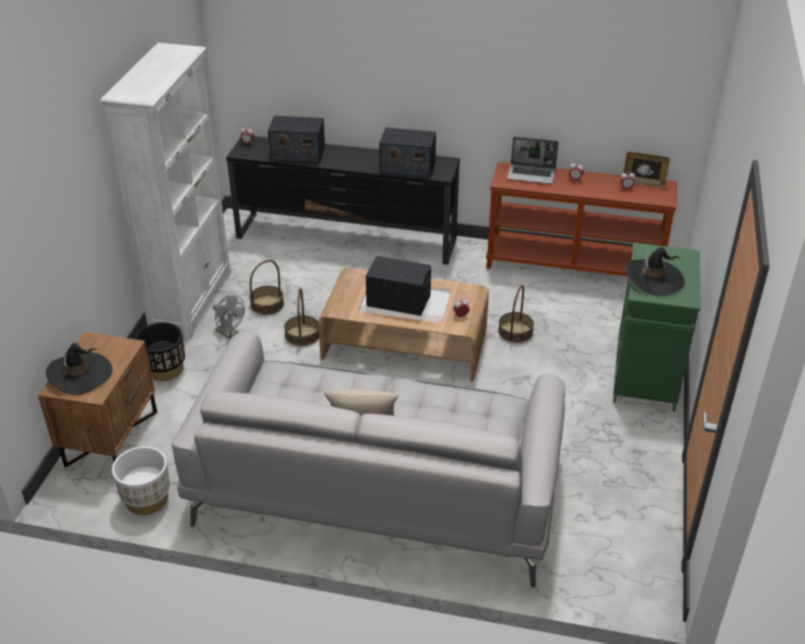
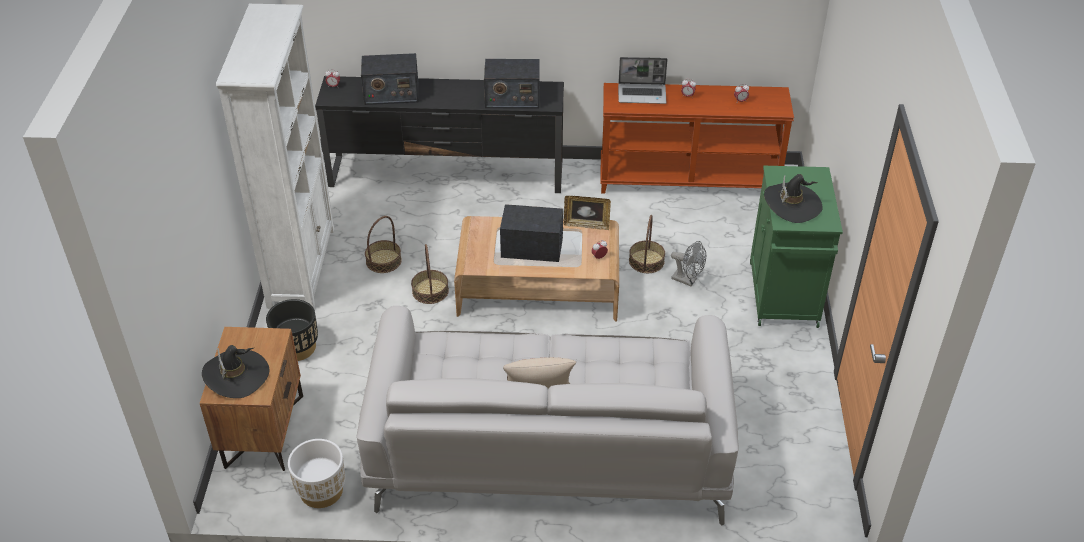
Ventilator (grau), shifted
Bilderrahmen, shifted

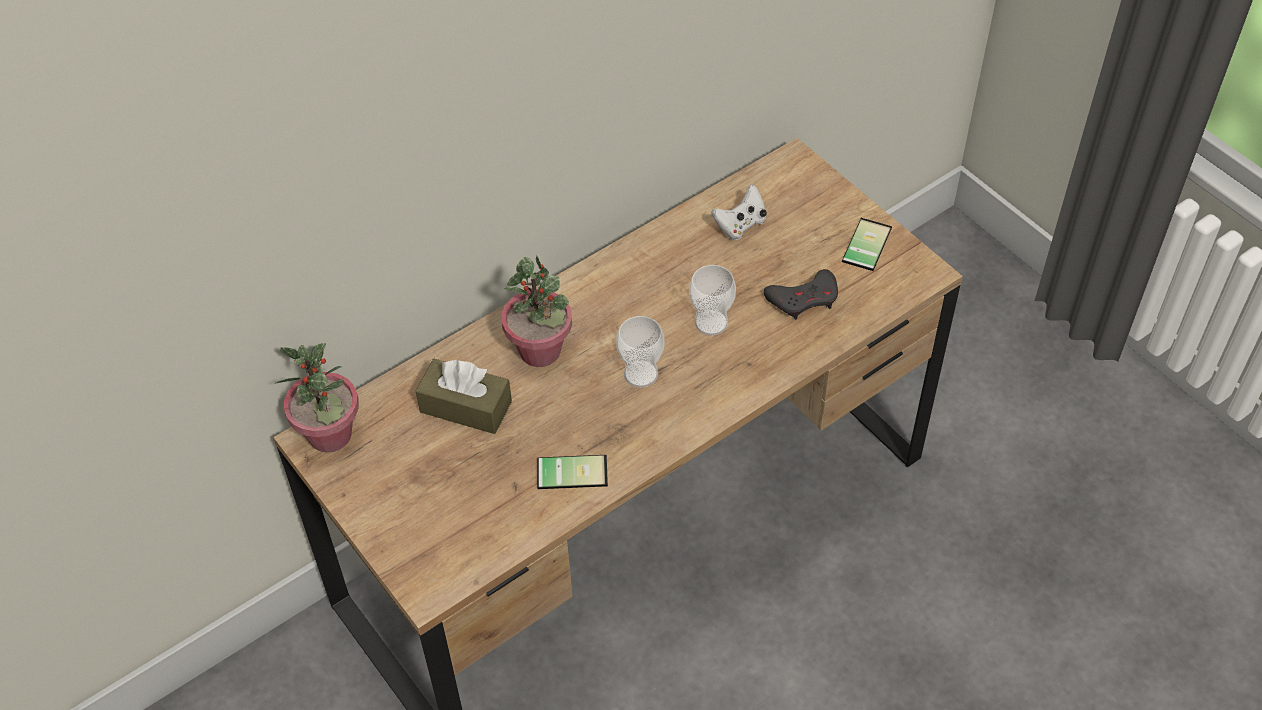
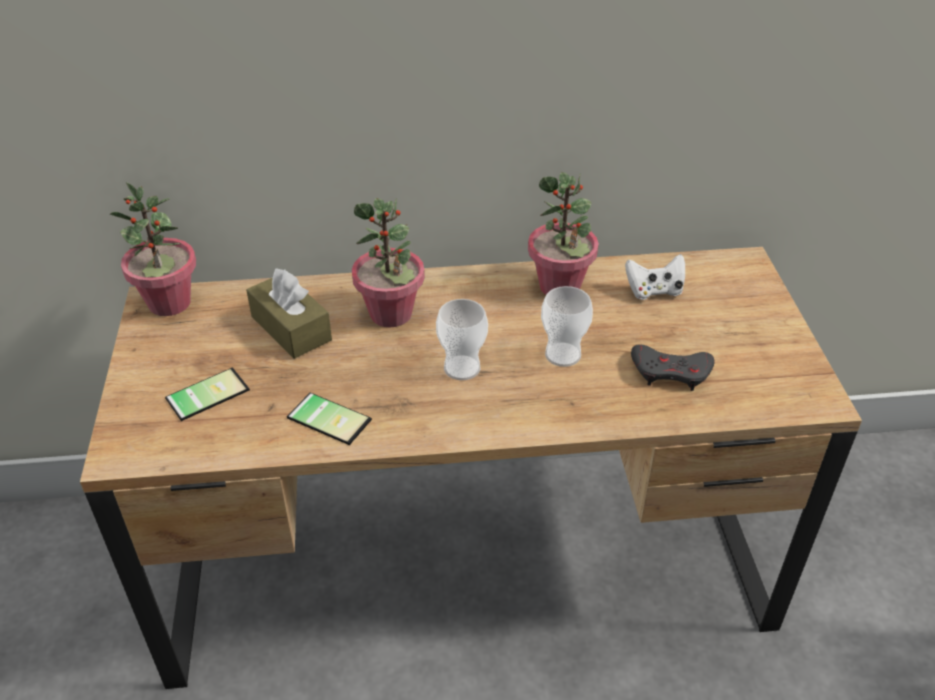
Handy (no. 2 from left in the first image) => Handy (no. 1 from left), shifted
nothing => Topfpflanze (no. 3 from left)

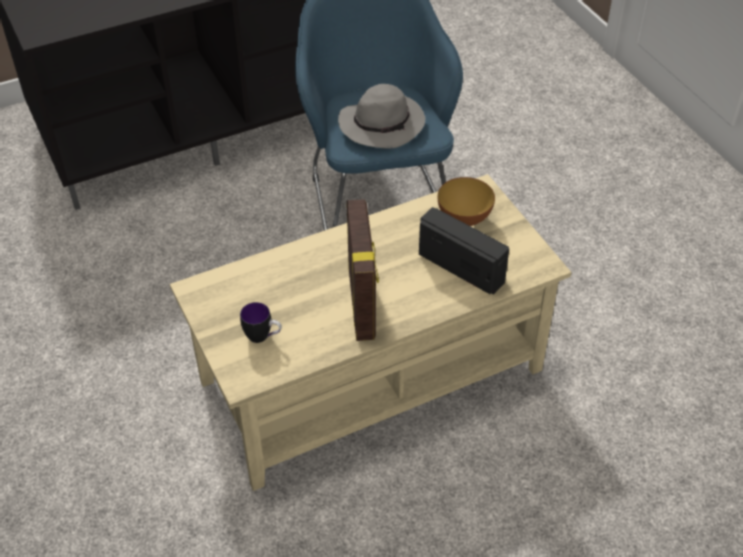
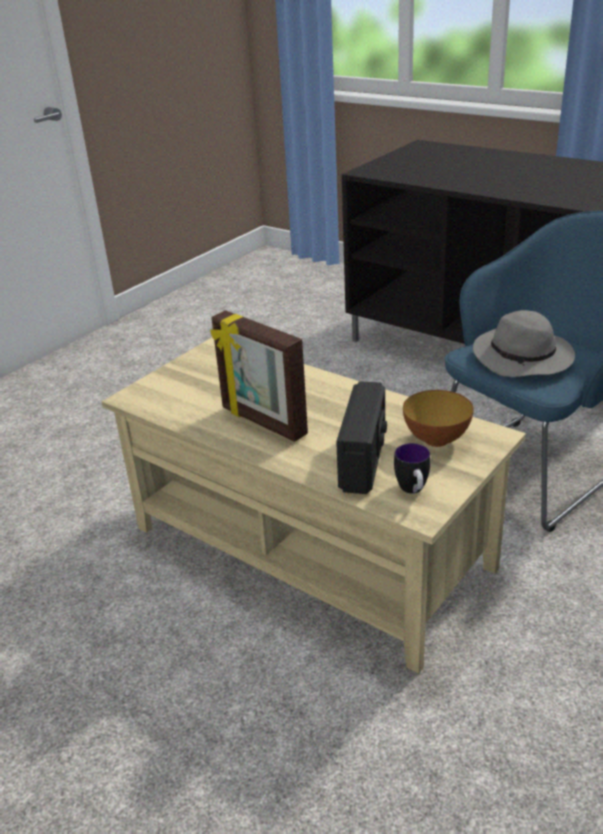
Henkelbecher, shifted
Bilderrahmen, 75 degrees clockwise

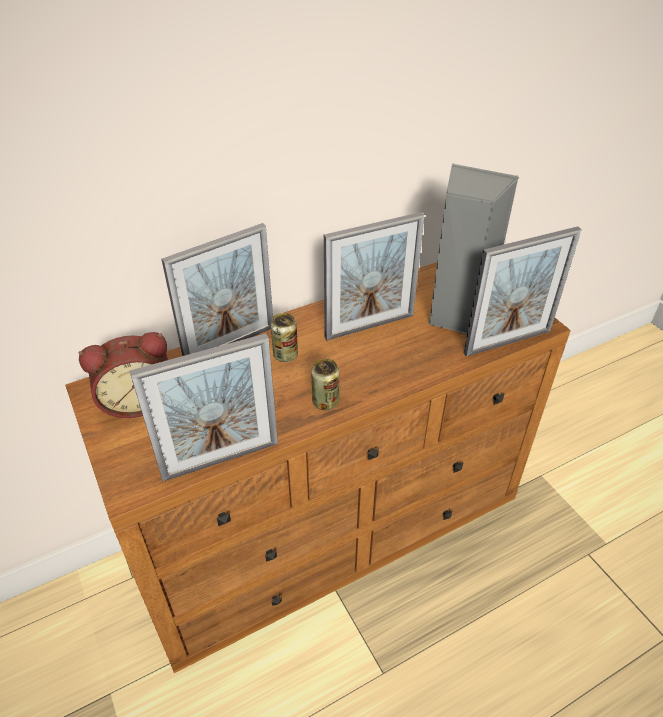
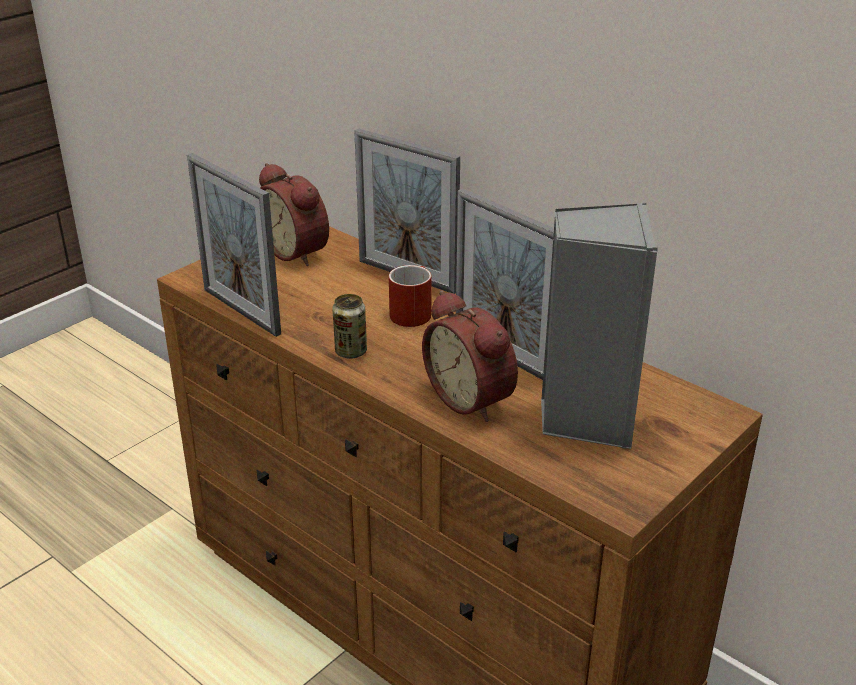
Dose (no. 1 from left) => Henkelbecher (rot)
Bilderrahmen (no. 4 from left) => nothing
nothing => Wecker (no. 2 from left)

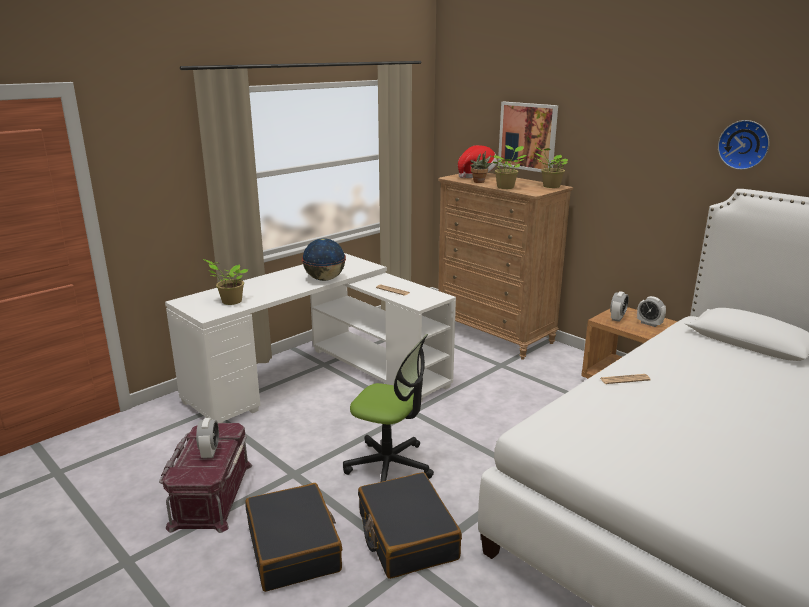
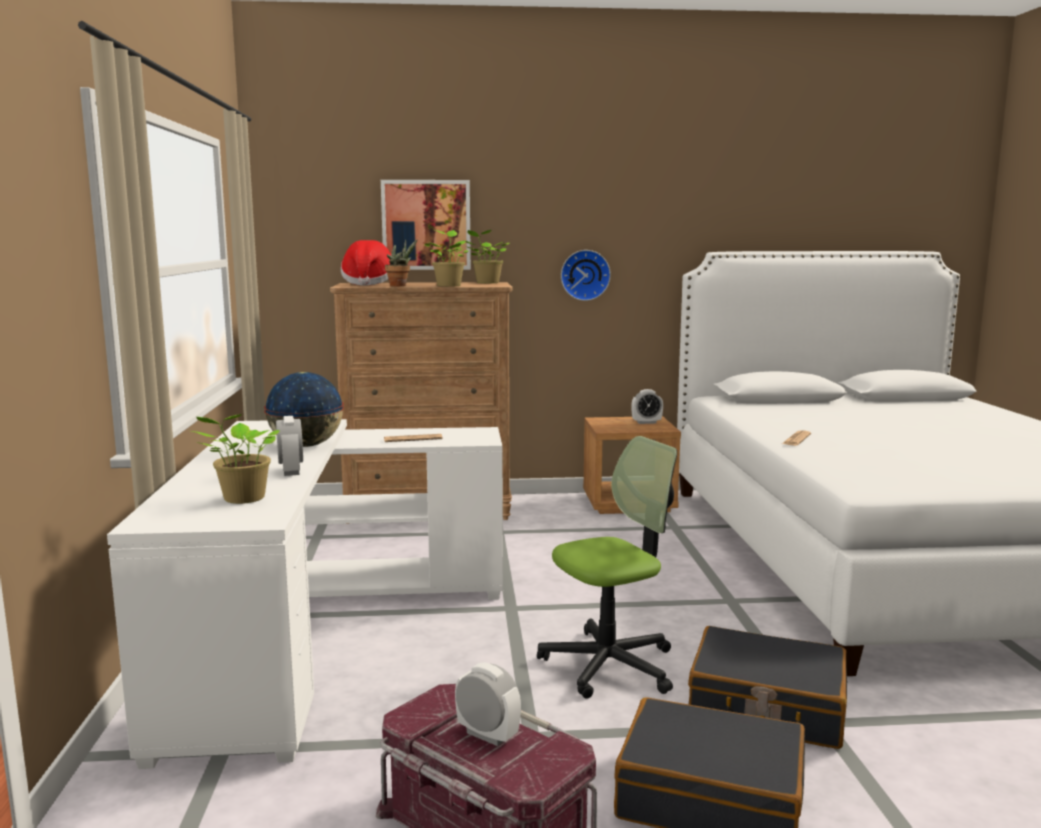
Wecker (no. 2 from left in the first image) => Wecker (no. 1 from left), shifted
Wanduhr, shifted

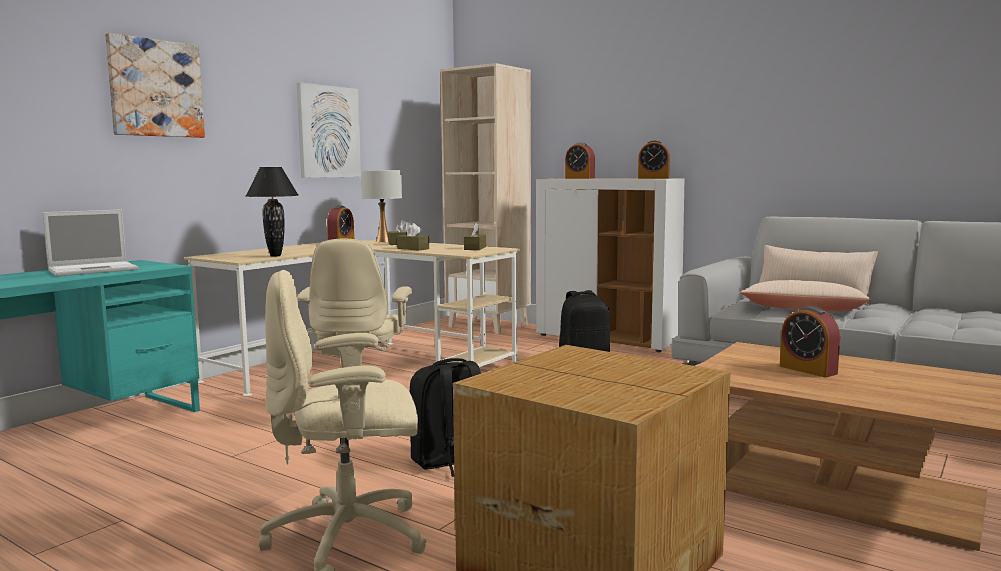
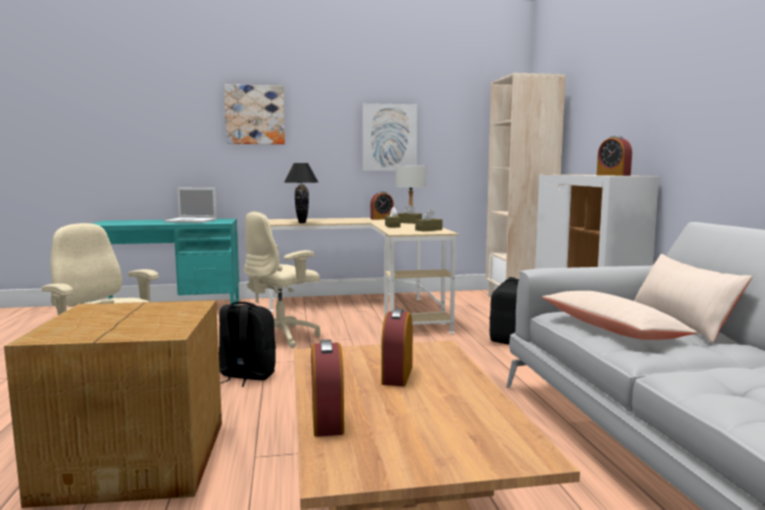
Wecker (no. 2 from left in the first image) => Wecker (no. 1 from left), shifted

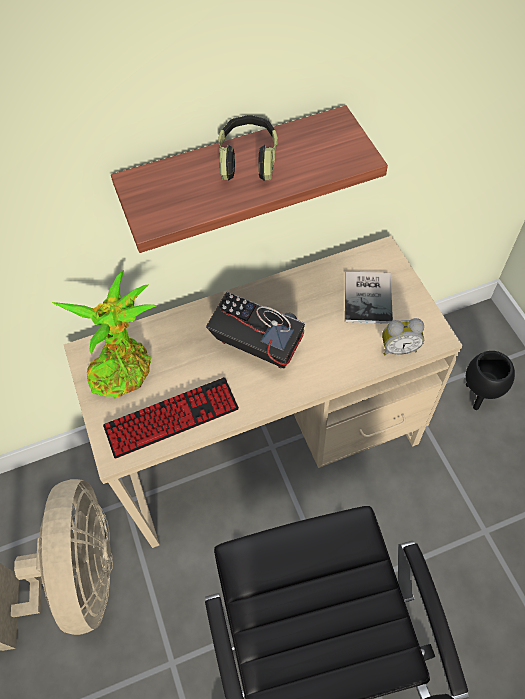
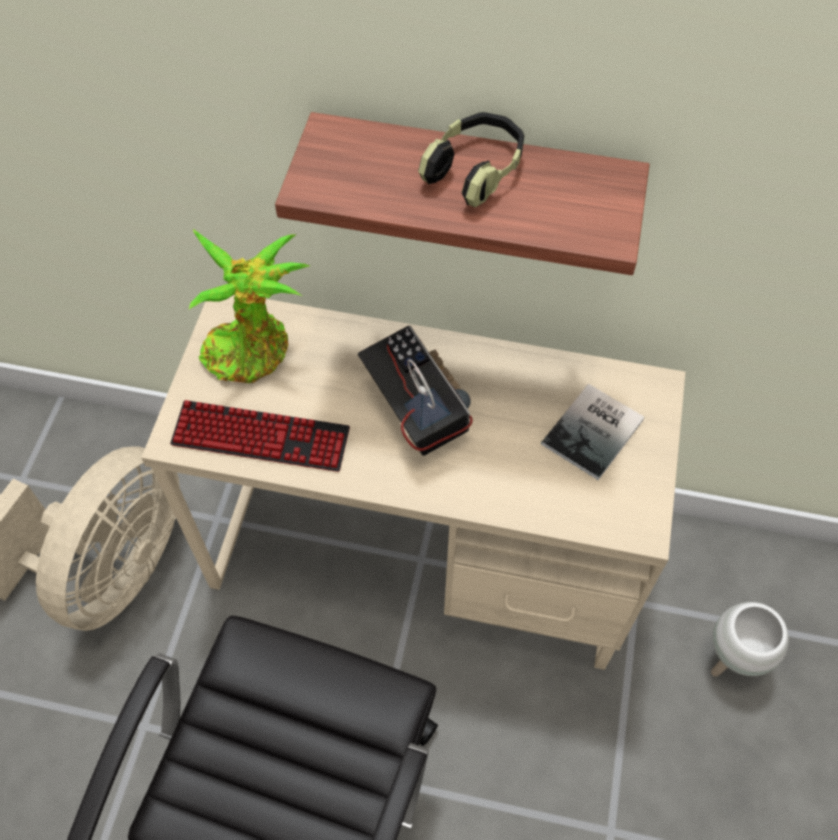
Wecker => nothing
Pflanzkübel (schwarz) => Pflanzkübel (weiß)

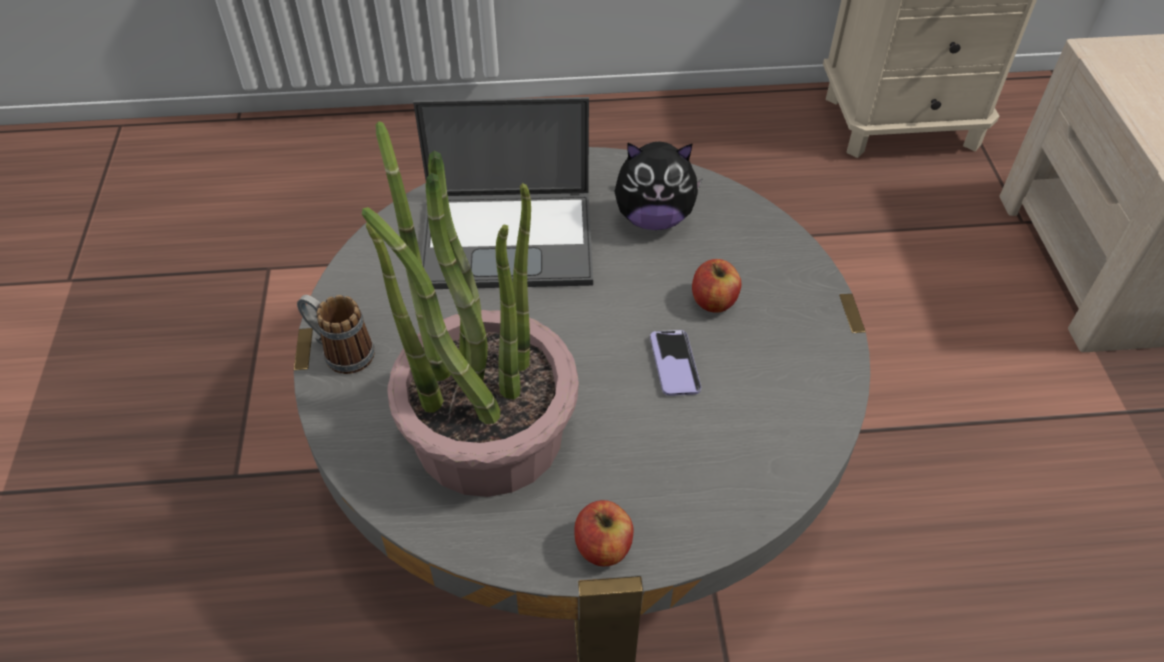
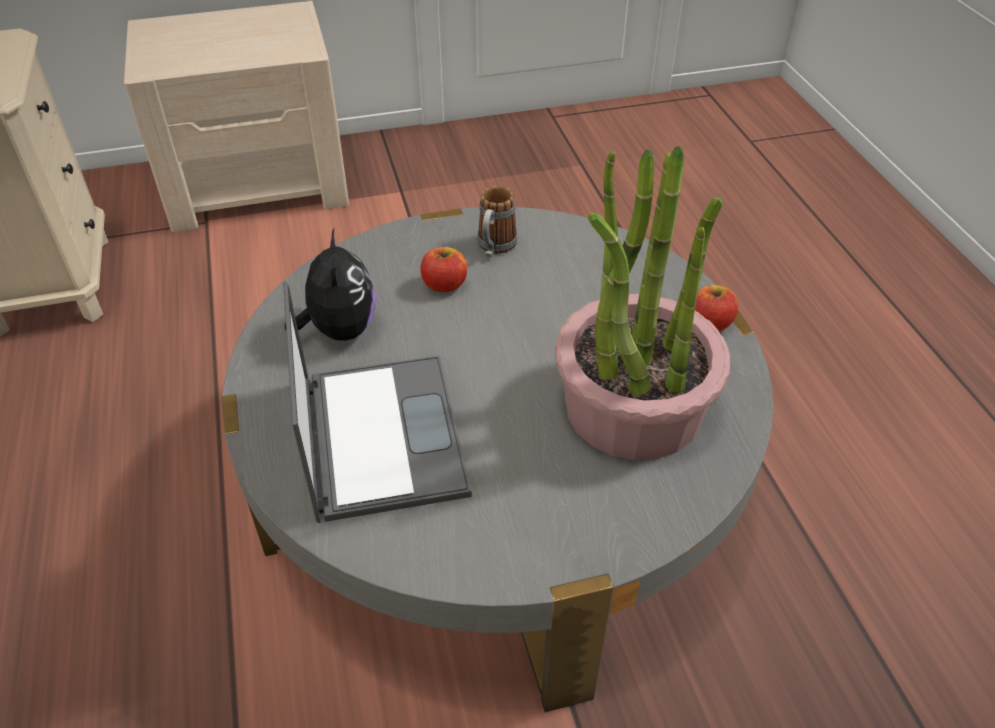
Henkelbecher, shifted
Handy => nothing

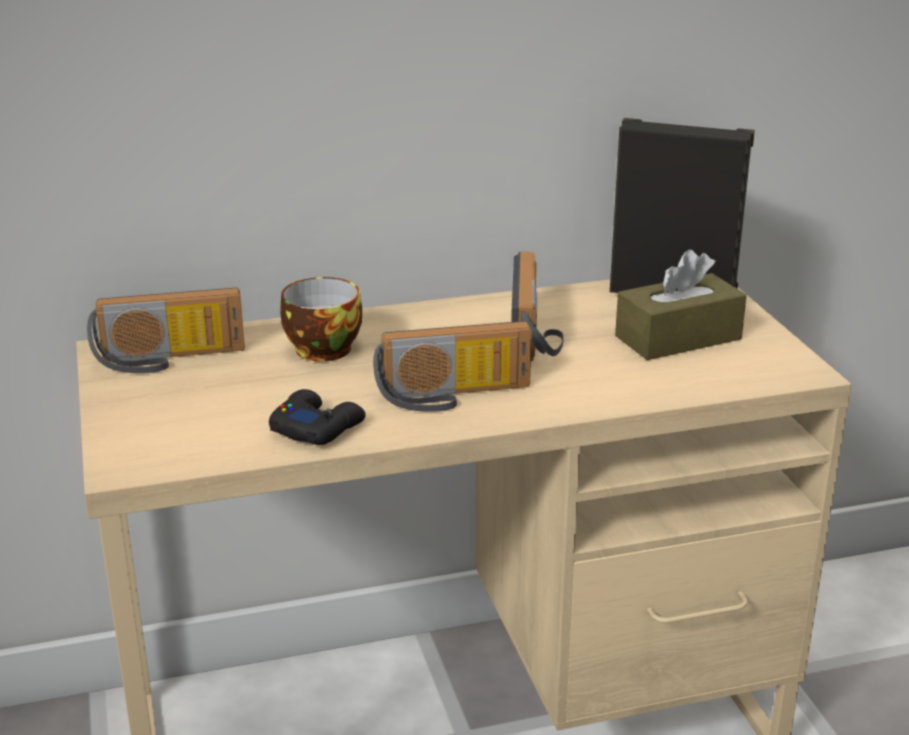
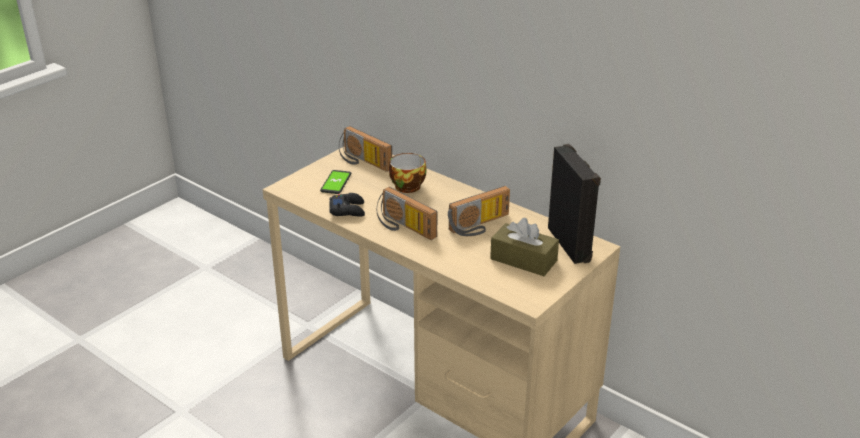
nothing => Handy

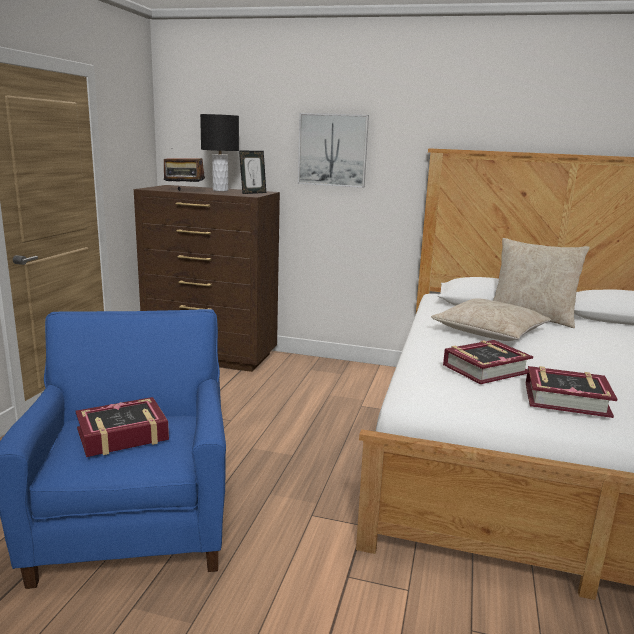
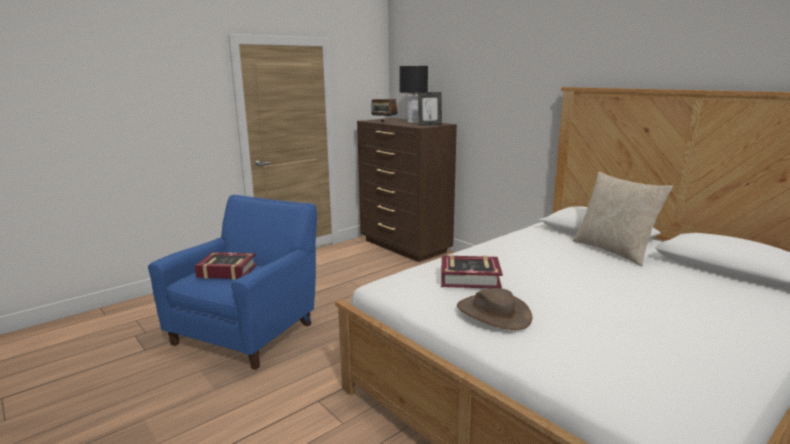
Bild => nothing
Kissen (beige) (no. 1 from left) => nothing
Buch (no. 3 from left) => Hut (braun)

